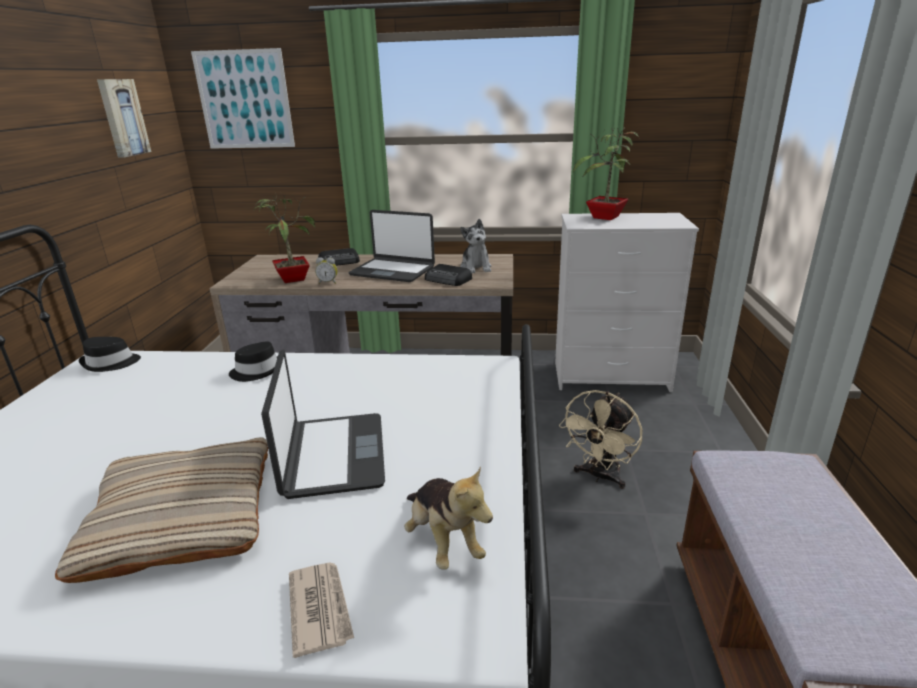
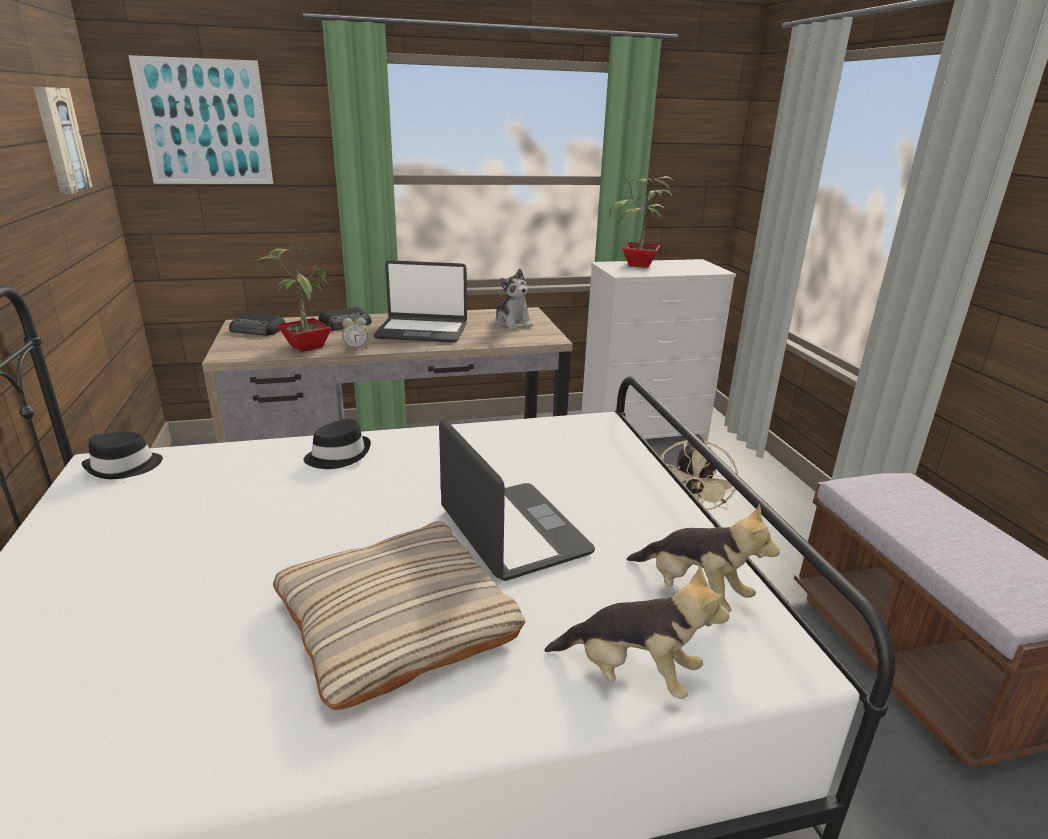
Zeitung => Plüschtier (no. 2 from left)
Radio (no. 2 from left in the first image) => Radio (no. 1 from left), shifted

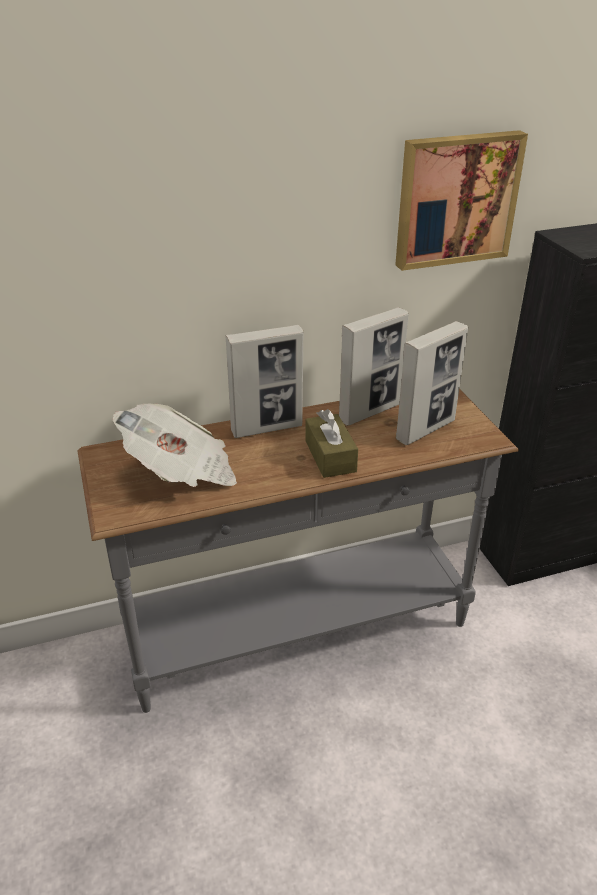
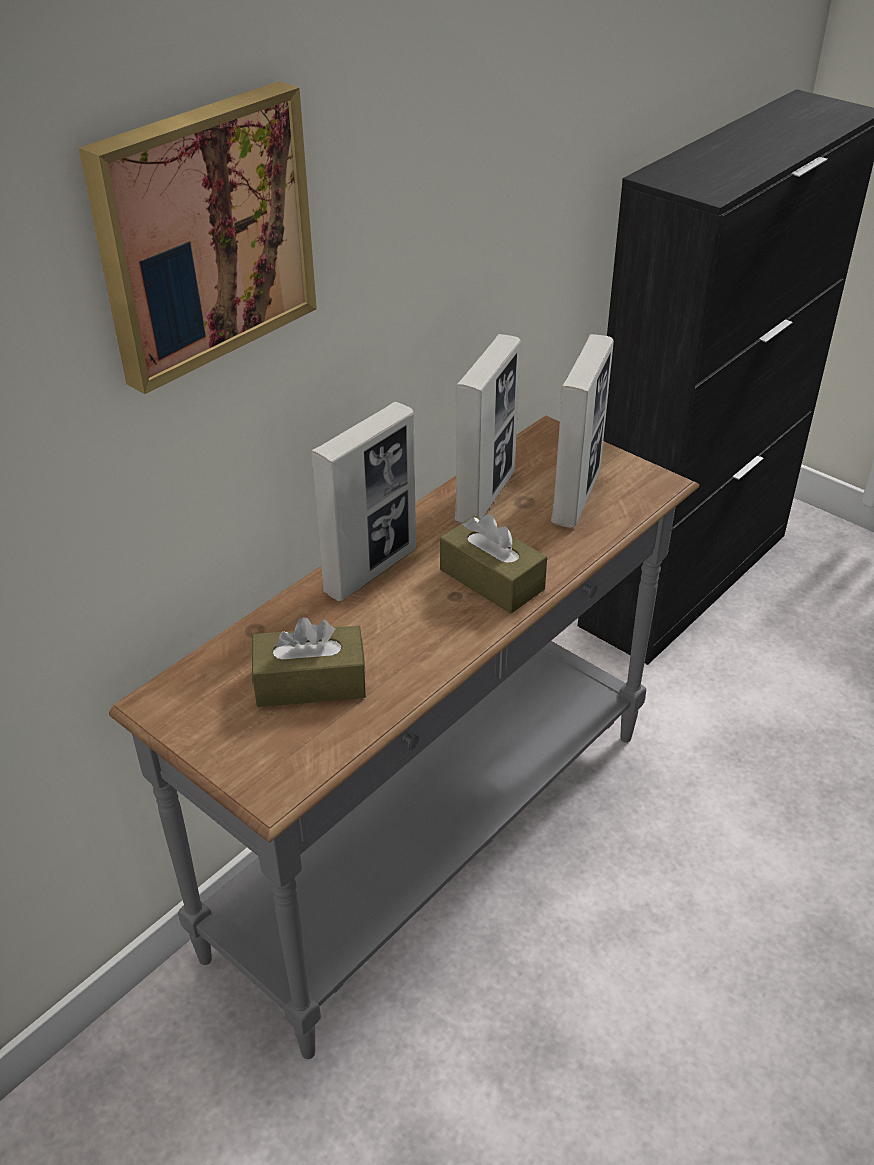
Zeitung => Taschentuchbox (braun) (no. 1 from left)
Bild, shifted

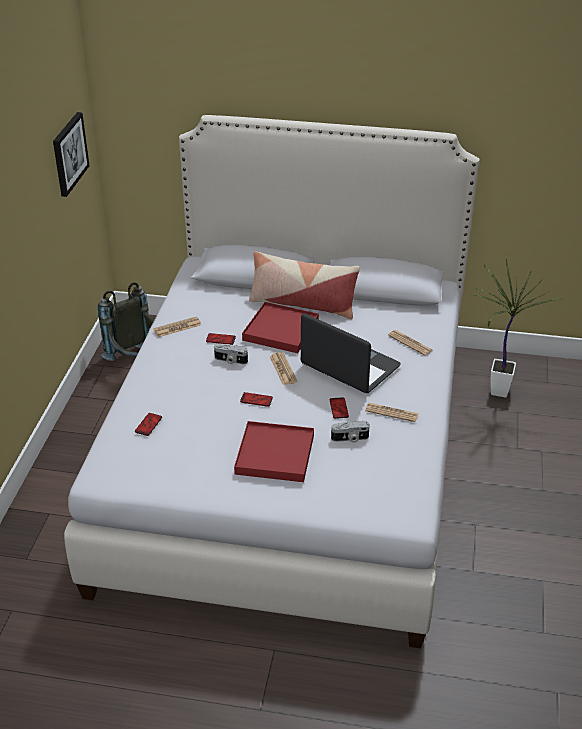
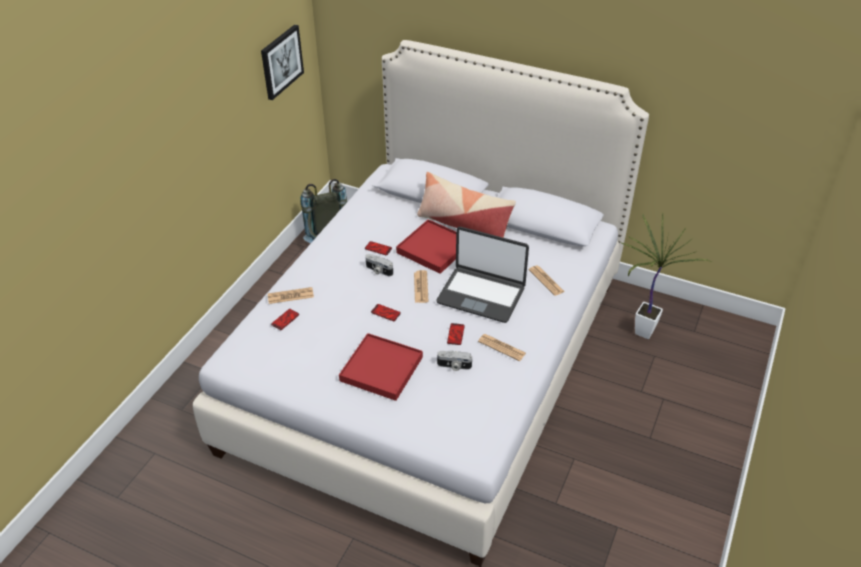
Zeitung (no. 1 from left), shifted
Laptop, 150 degrees clockwise

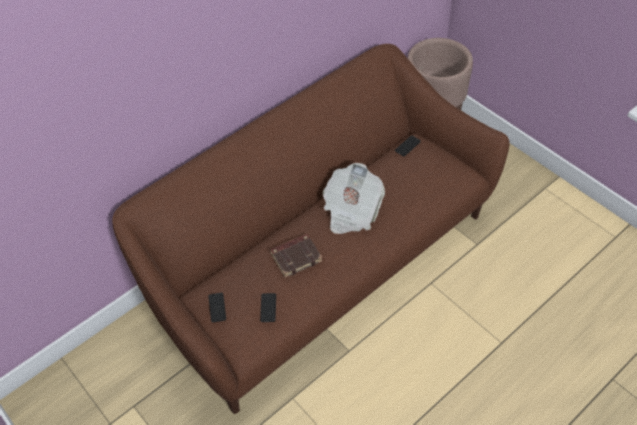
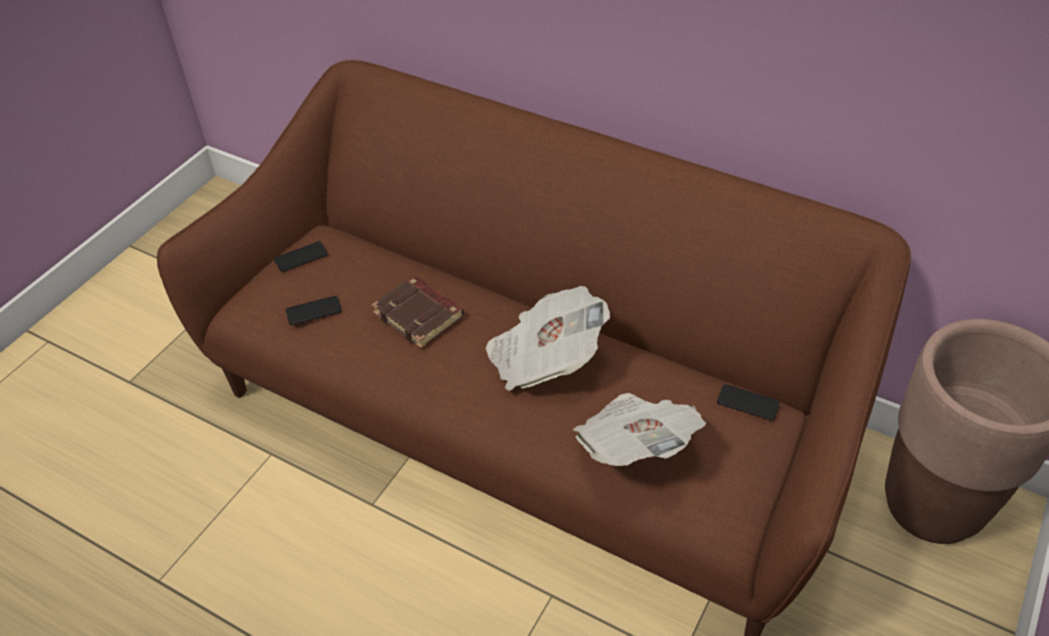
nothing => Zeitung (no. 2 from left)

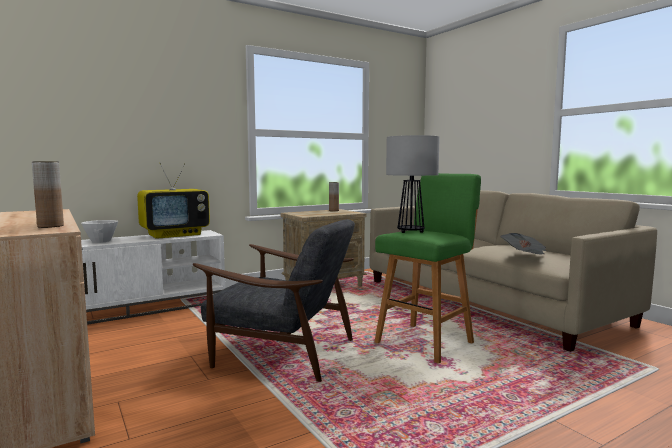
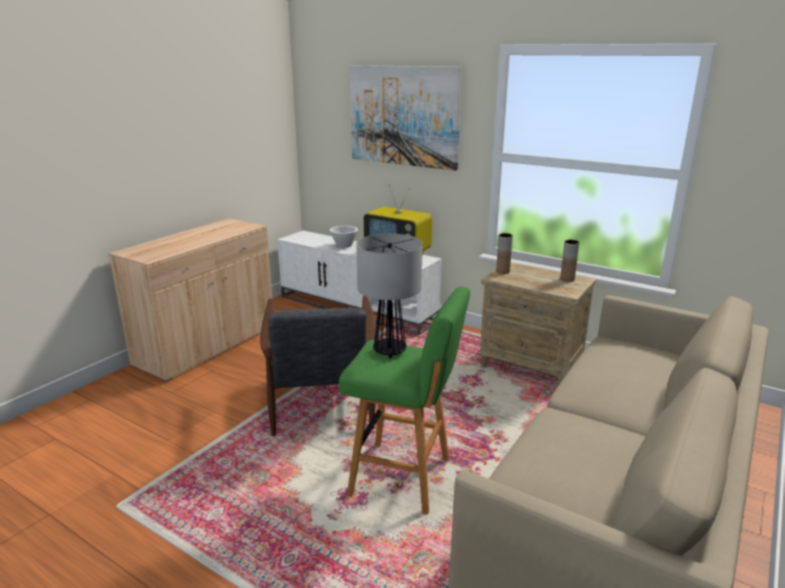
Vase (braun) (no. 1 from left), shifted
Zeitung => nothing
nothing => Bild

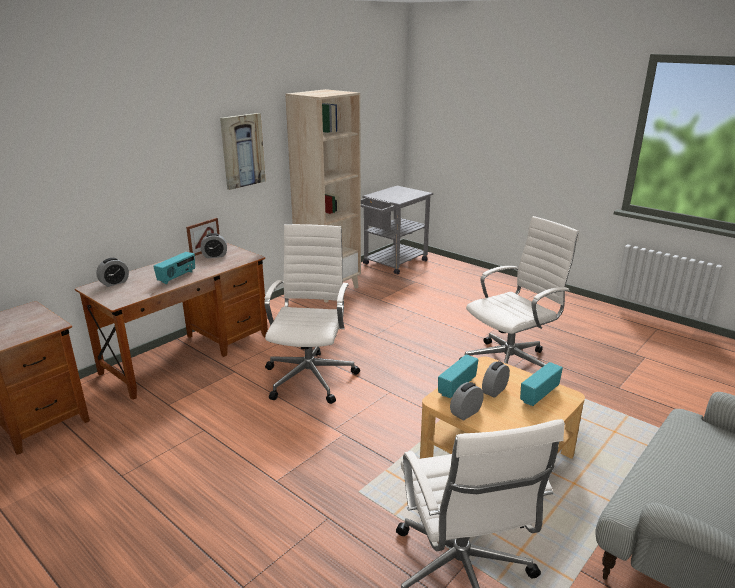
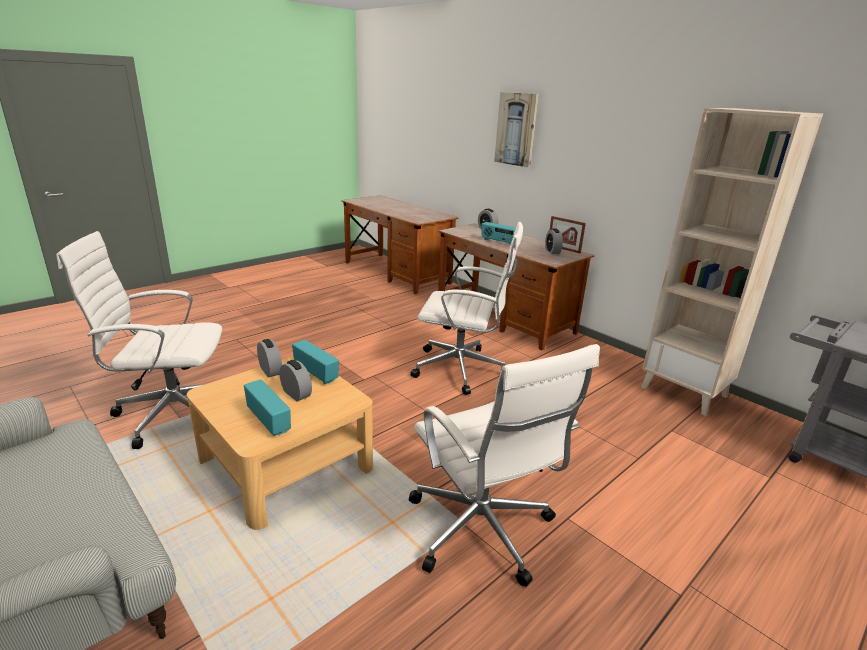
Bild, shifted

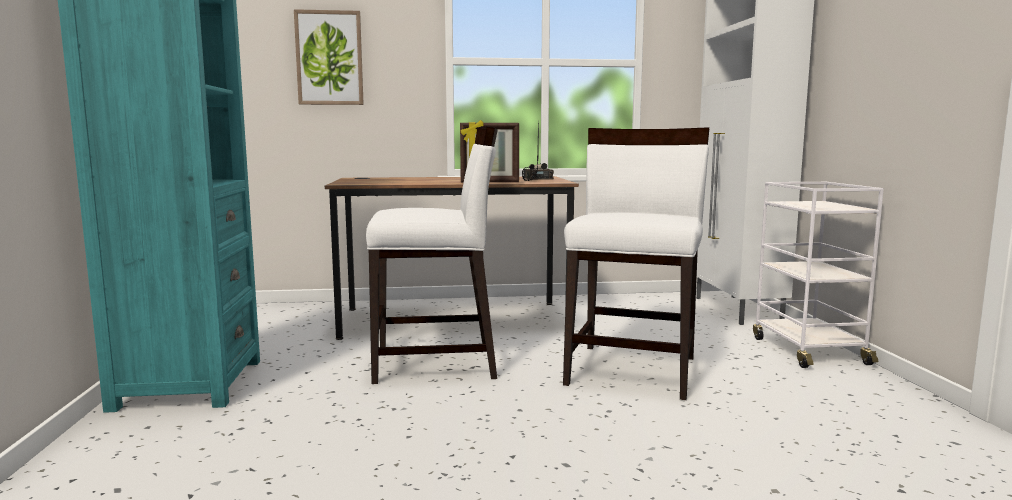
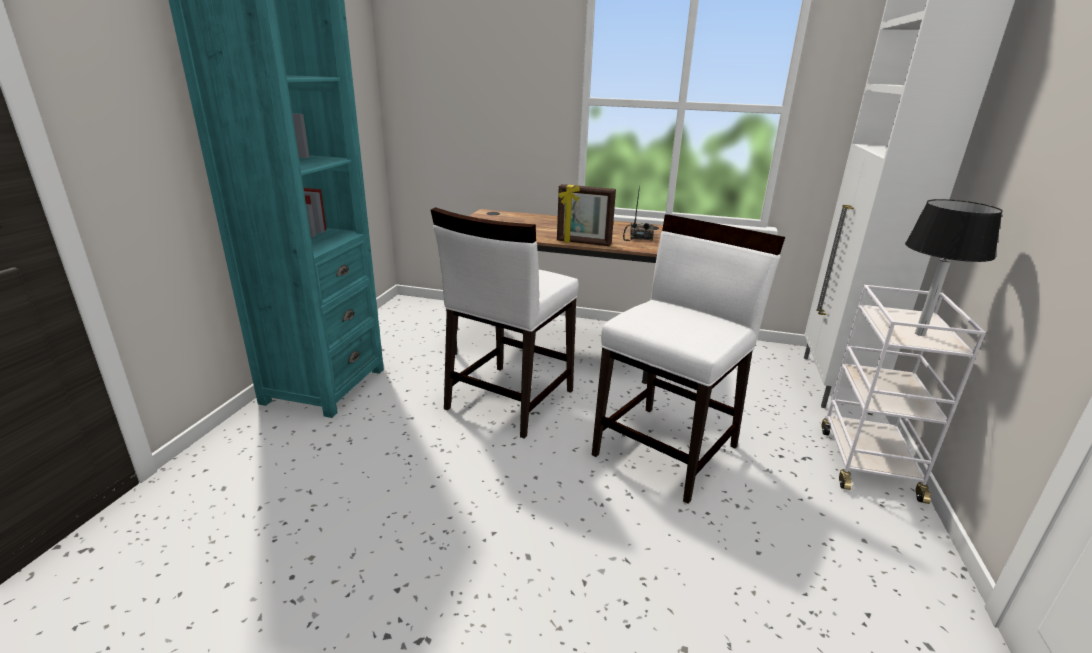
Bild => nothing
Stuhl (weiß) (no. 1 from left), 105 degrees clockwise
nothing => Tischlampe (schwarz)

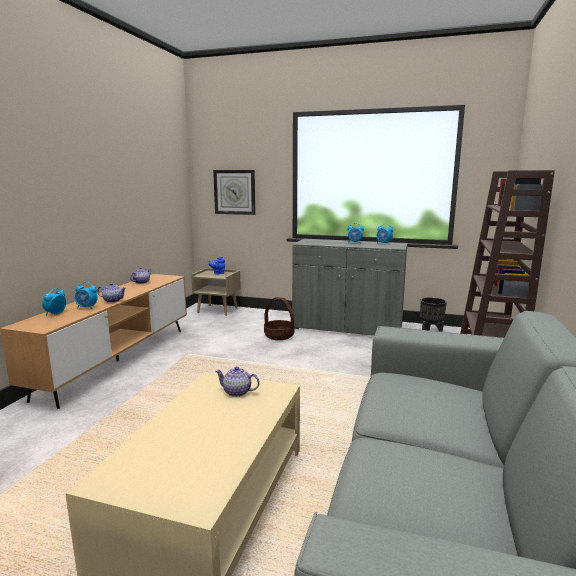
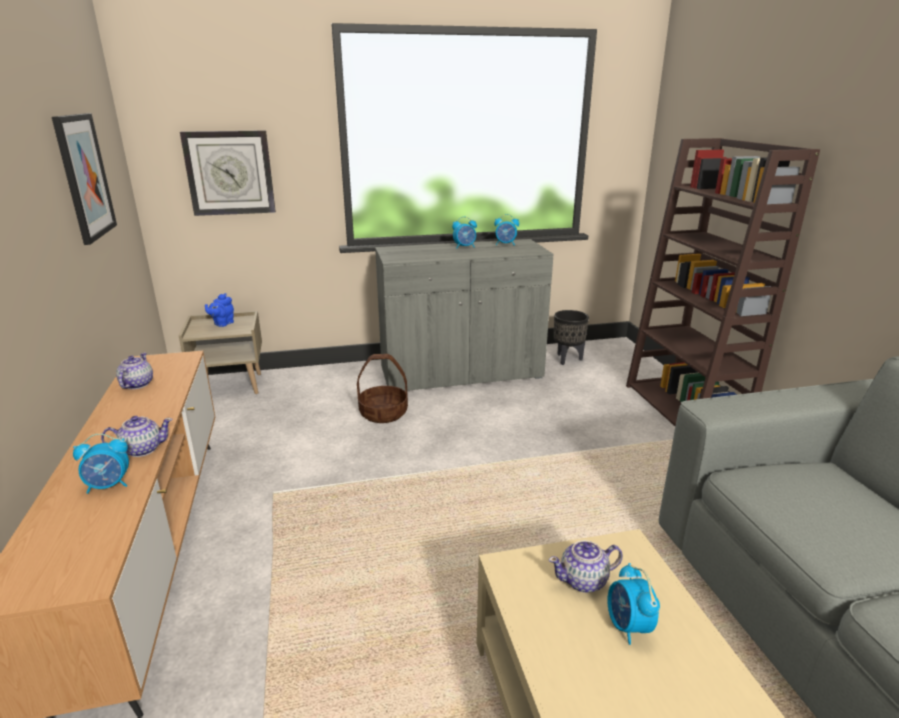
Wecker (no. 1 from left in the first image) => Wecker (no. 4 from left), shifted
nothing => Bild

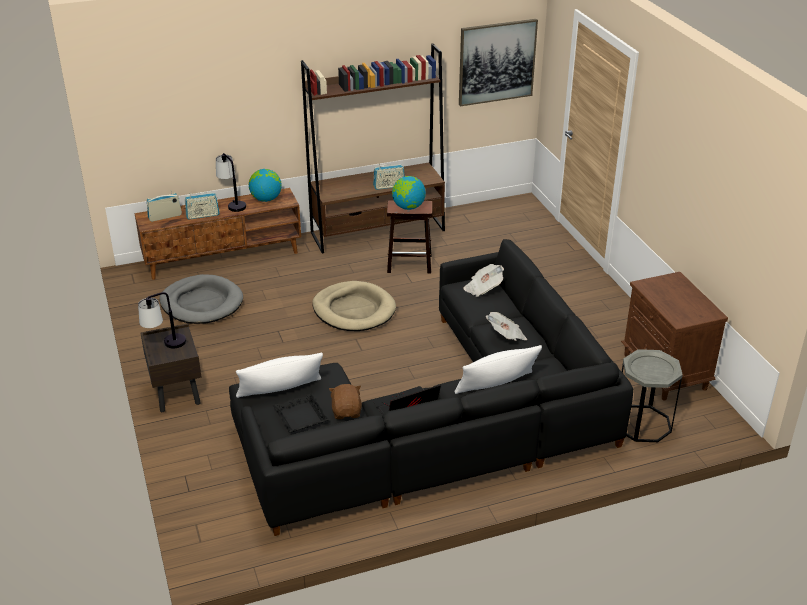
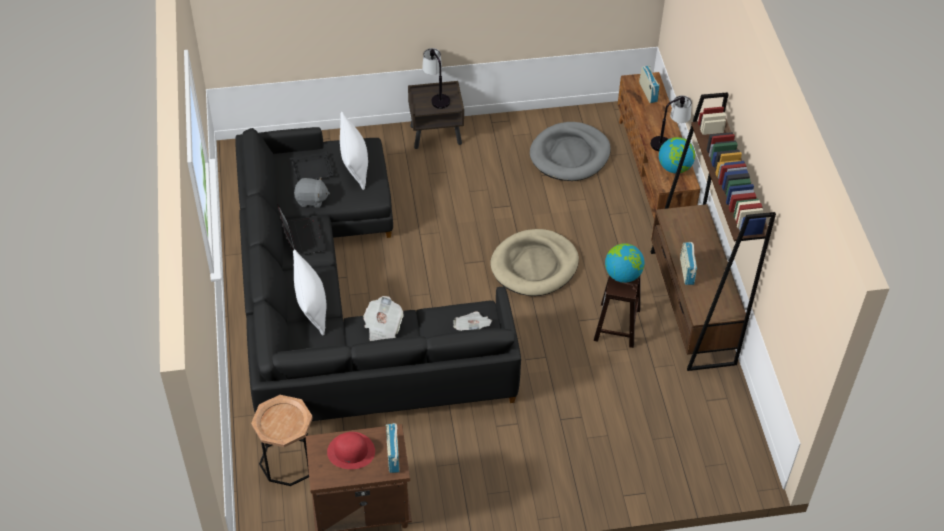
Radio (no. 2 from left in the first image) => Radio (no. 1 from left), shifted
Plüschtier (braun) => Plüschtier (grau)
Bild => nothing
Beistelltisch (grau) => Beistelltisch (braun)
nothing => Hut (rot)

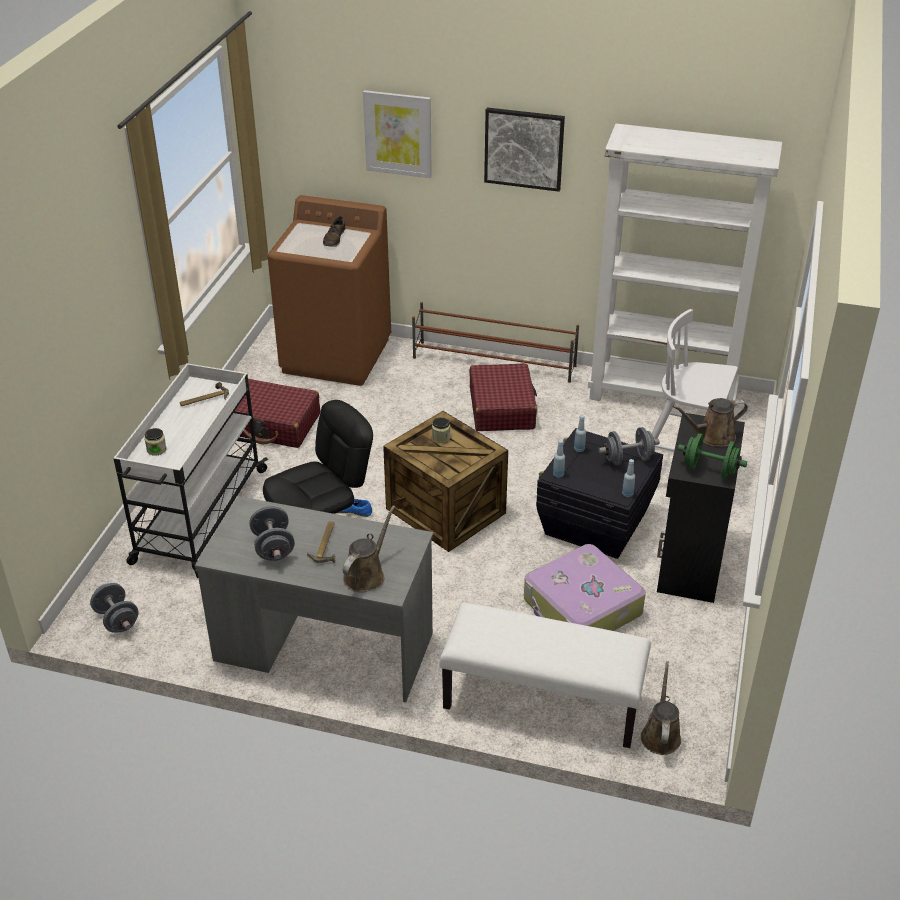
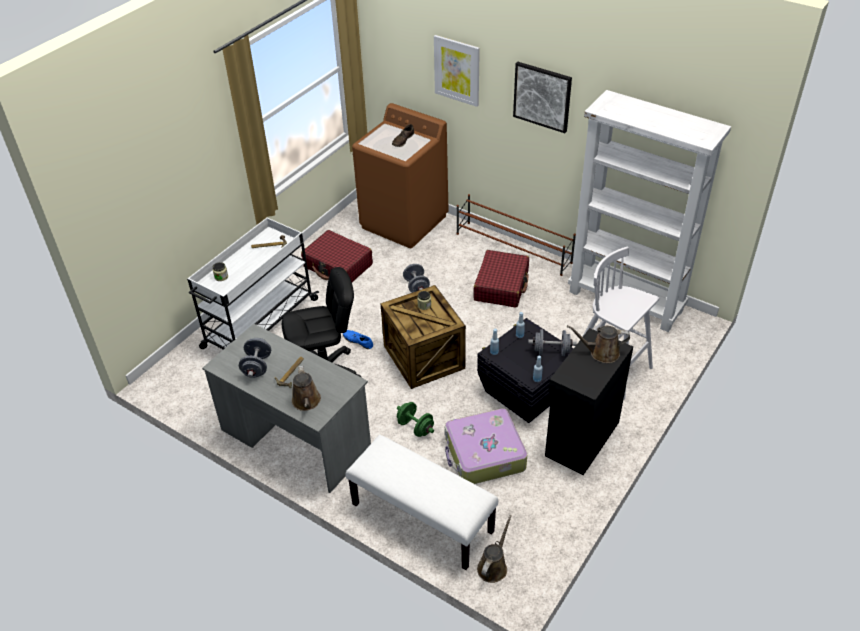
Hantel (grau) (no. 1 from left in the first image) => Hantel (grau) (no. 2 from left), shifted
Gießkanne (braun) (no. 1 from left), 120 degrees clockwise
Hantel (grün), shifted

